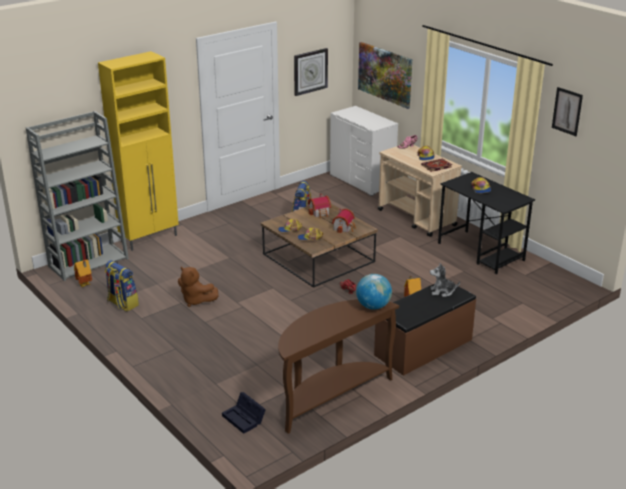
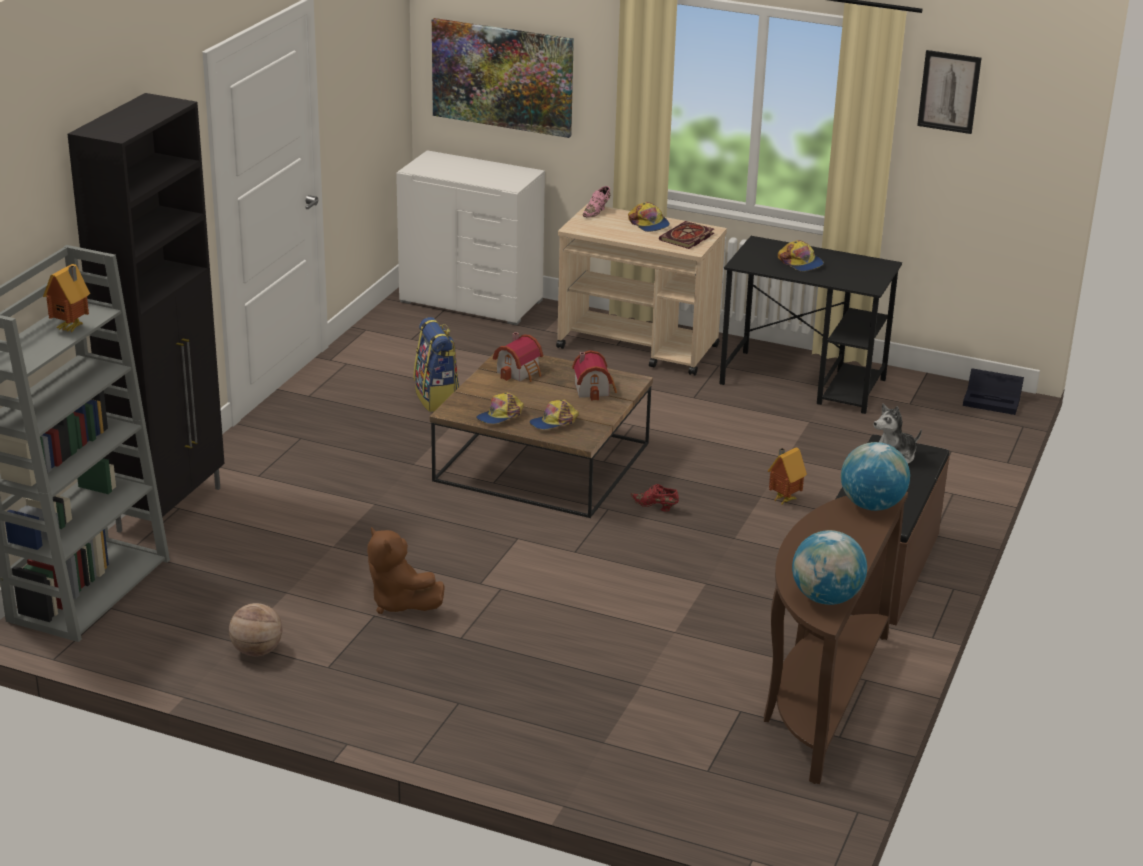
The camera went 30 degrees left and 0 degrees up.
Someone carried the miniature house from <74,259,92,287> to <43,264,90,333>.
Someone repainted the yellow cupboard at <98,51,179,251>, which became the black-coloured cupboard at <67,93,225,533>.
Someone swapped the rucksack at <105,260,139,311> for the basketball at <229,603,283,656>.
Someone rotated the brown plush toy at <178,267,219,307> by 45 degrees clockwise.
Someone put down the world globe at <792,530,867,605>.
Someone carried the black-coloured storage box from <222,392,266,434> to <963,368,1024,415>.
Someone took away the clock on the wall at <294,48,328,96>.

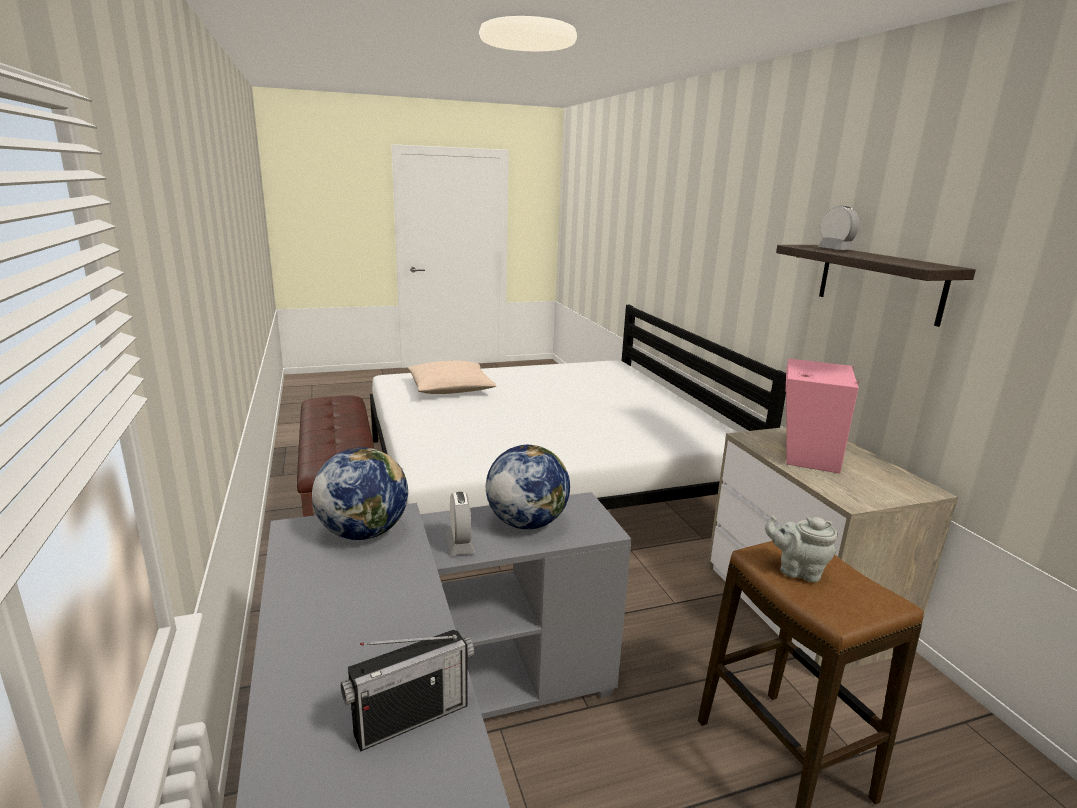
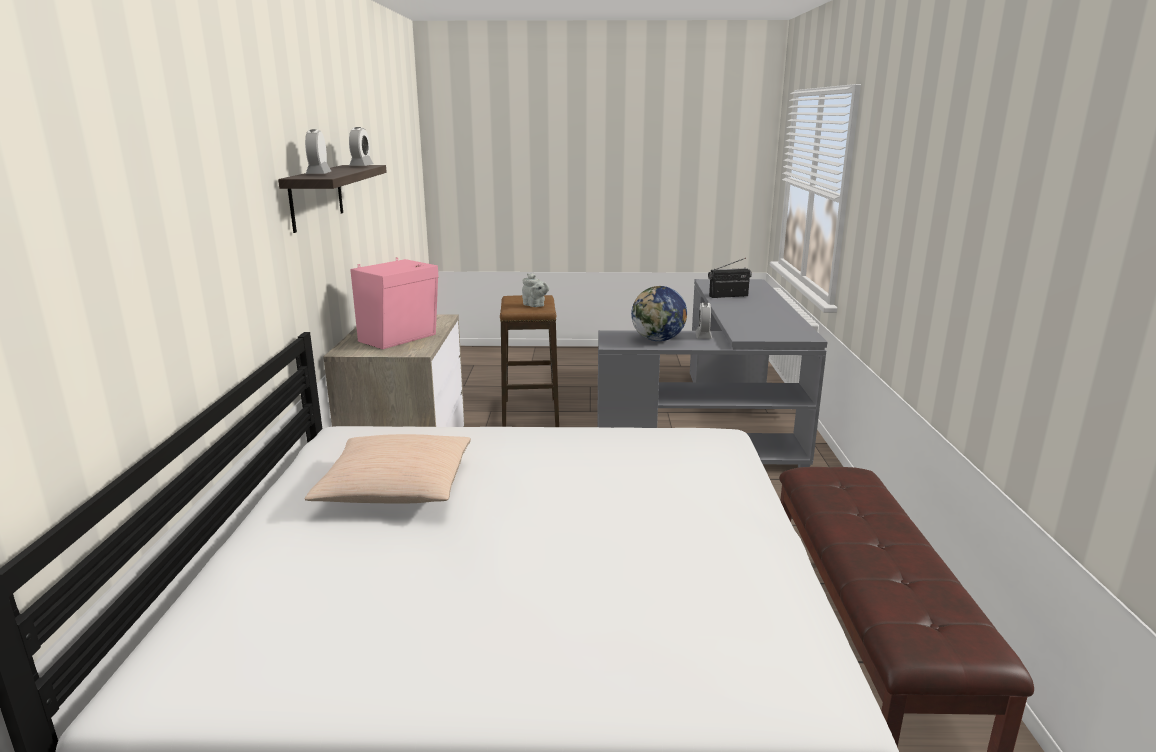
The camera went 160 degrees left and 0 degrees up.
Someone carried the beige pillow from <408,361,496,394> to <304,434,471,504>.
Someone put down the alarm clock at <349,127,373,166>.
Someone took away the world globe at <312,447,408,540>.

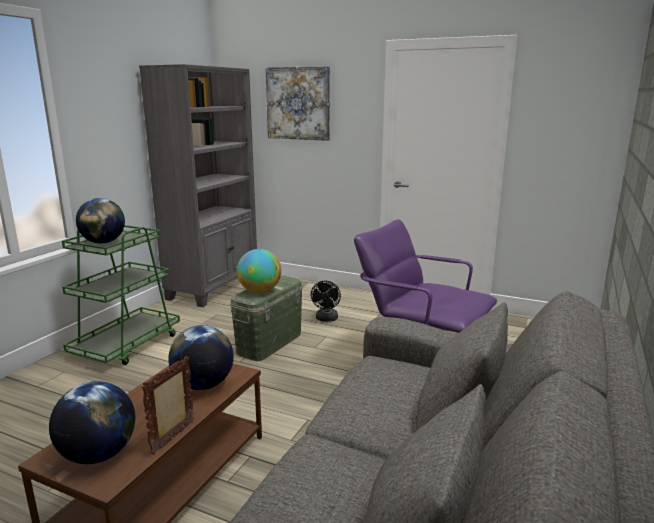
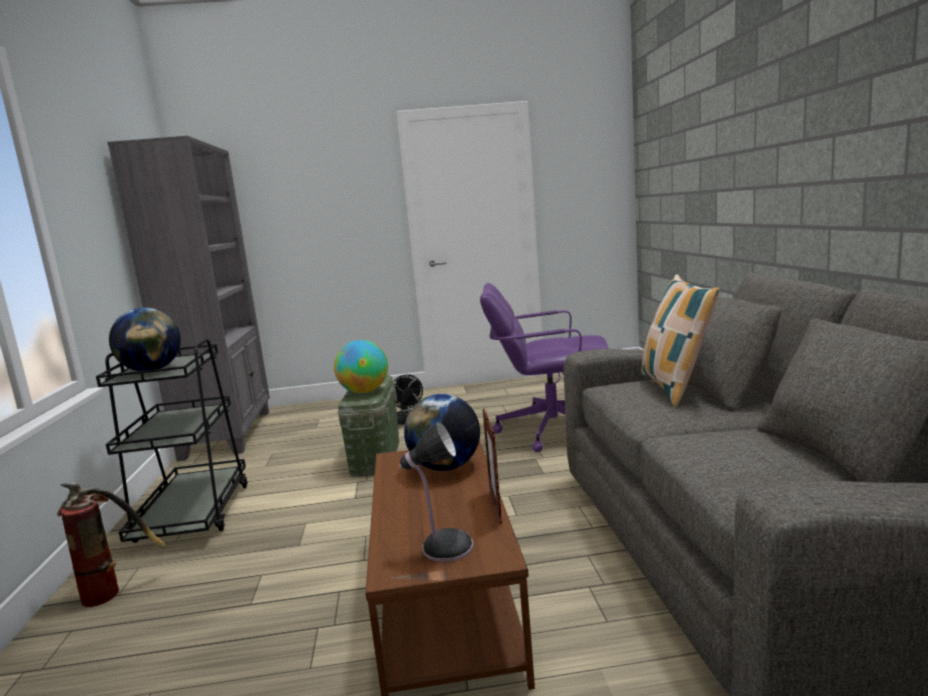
The camera went 30 degrees left and 5 degrees down.
Someone put down the fire-fighting cylinder at <57,483,166,607>.
Someone repainted the green cart at <62,225,180,365>, which became the black-coloured cart at <96,339,248,543>.
Someone swapped the world globe at <49,381,135,464> for the tabletop lamp at <399,422,474,562>.
Someone put down the pillow at <641,275,720,406>.
Someone took away the picture at <266,66,330,141>.

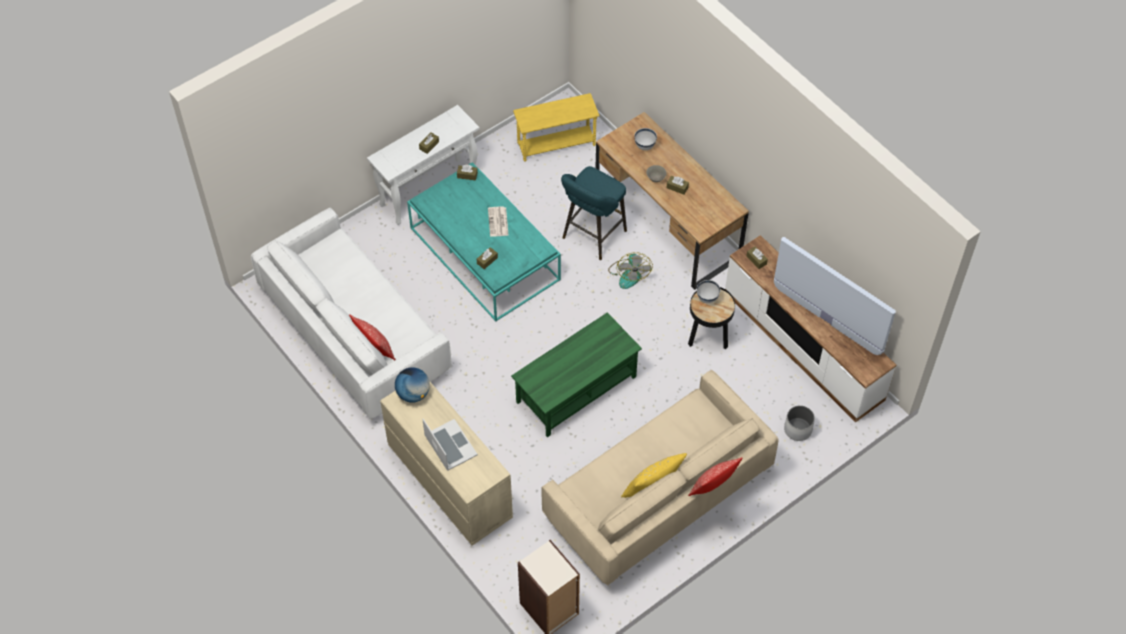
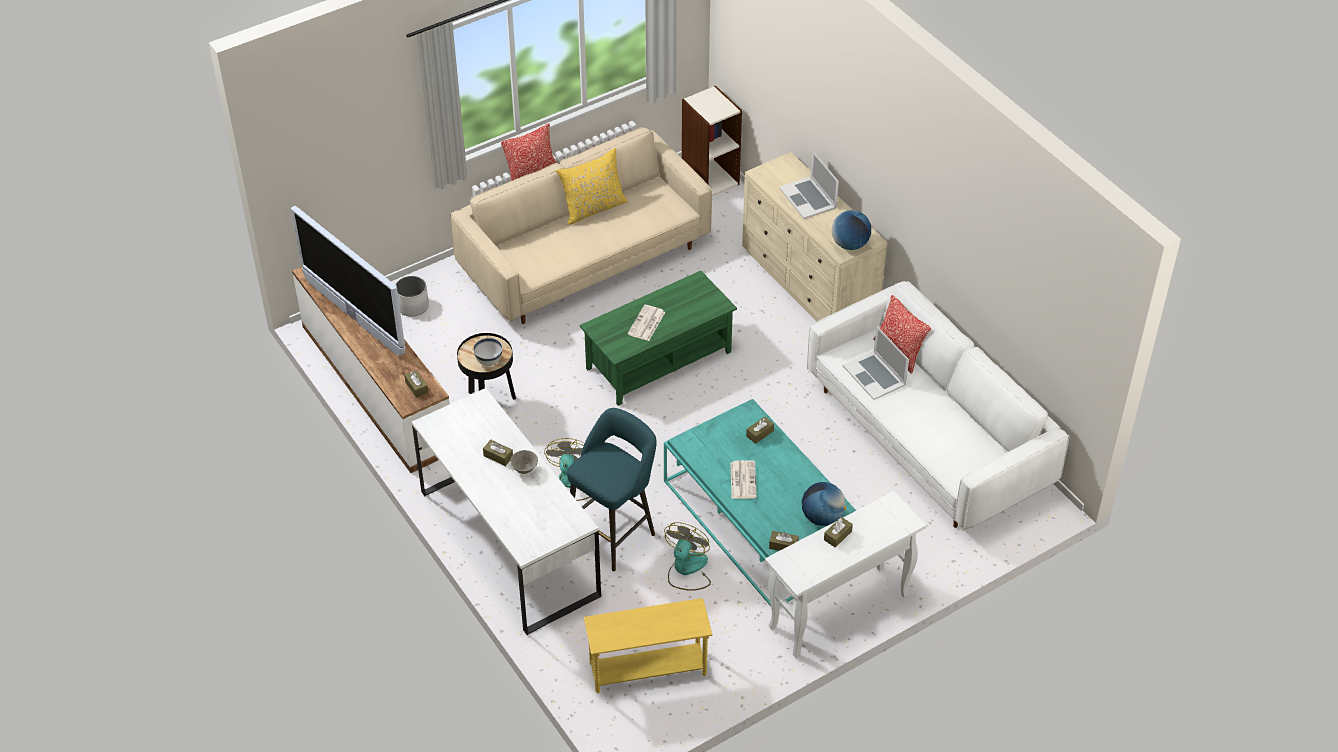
The camera went 175 degrees left and 10 degrees down.
Someone repainted the brown desk unit at <595,112,749,290>, which became the white desk unit at <412,388,601,635>.
Someone put down the newspaper at <628,305,665,341>.
Someone put down the cooling fan at <664,522,711,591>.
Someone put down the world globe at <802,482,846,526>.
Someone put down the laptop at <843,326,909,400>.
Someone took away the white bowl at <634,128,657,150>.

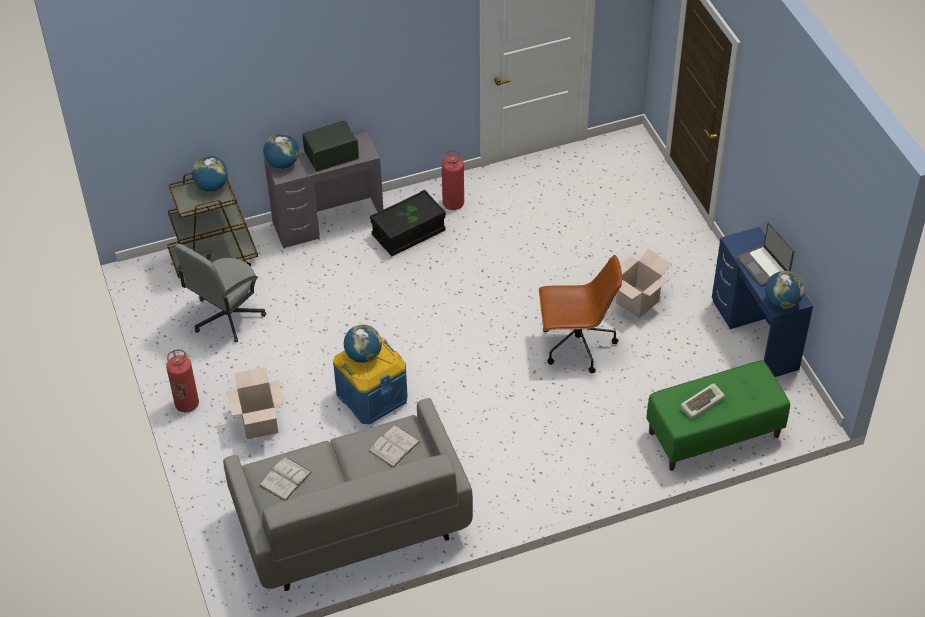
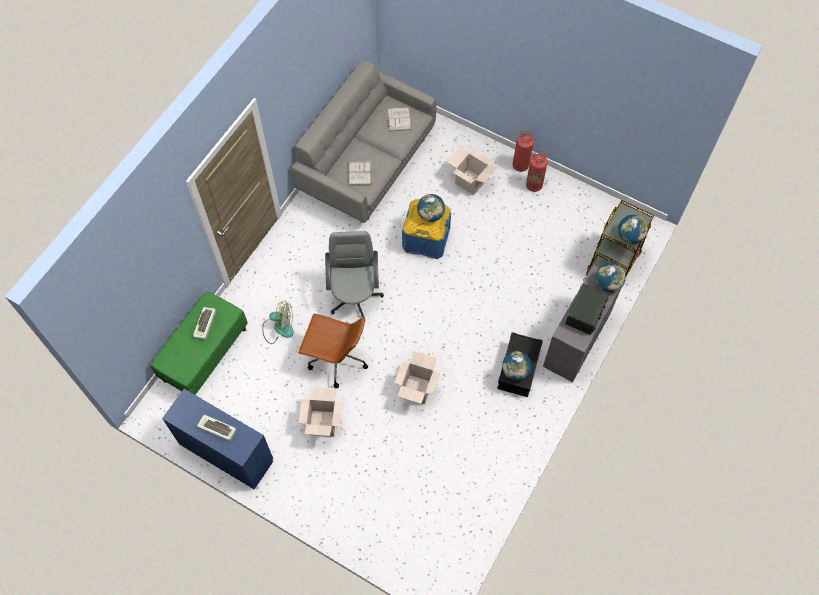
The camera went 140 degrees right and 15 degrees up.
Someone swapped the laptop at <737,222,795,287> for the PC keyboard at <197,415,236,442>.
Someone put down the cooling fan at <262,300,294,344>.
Someone rotated the brown computer chair at <539,255,622,373> by 120 degrees counterclockwise.
Someone carried the greyish computer chair from <175,244,266,342> to <325,231,384,319>.
Someone put down the cardboard box at <394,351,440,404>.
Someone carried the world globe from <765,271,804,309> to <502,351,532,381>.
Someone carried the fire-fighting cylinder from <442,150,464,210> to <526,150,548,192>.

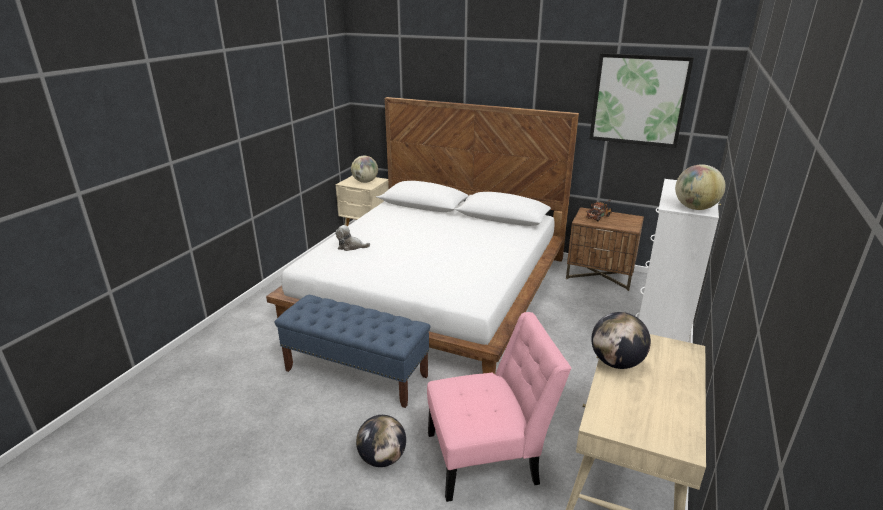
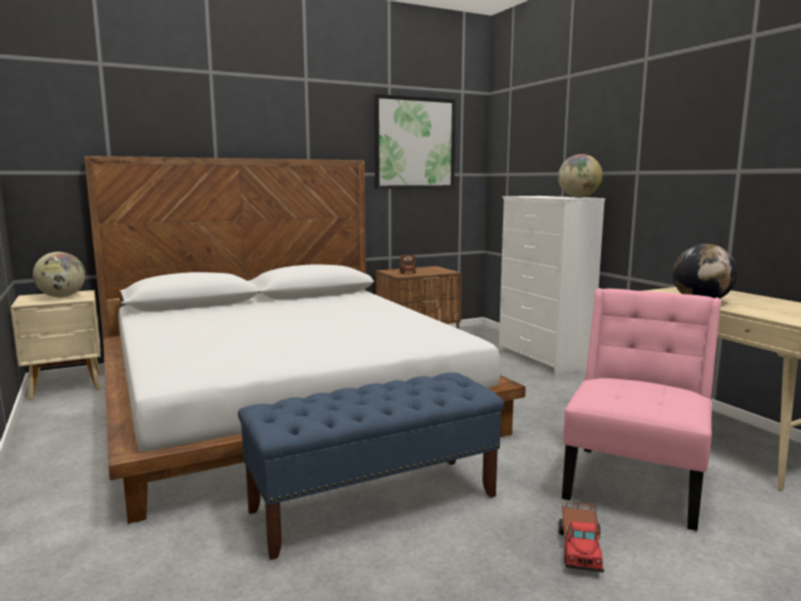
The camera went 50 degrees left and 15 degrees down.
Someone swapped the world globe at <356,415,406,467> for the toy lorry at <559,501,604,573>.
Someone took away the plush toy at <335,225,370,251>.

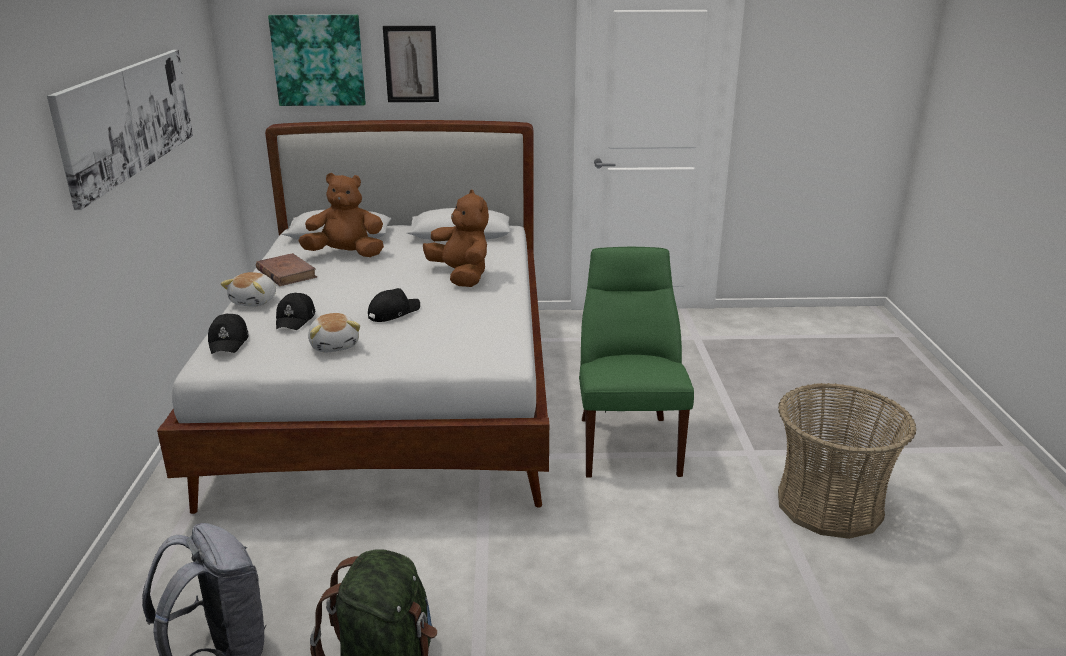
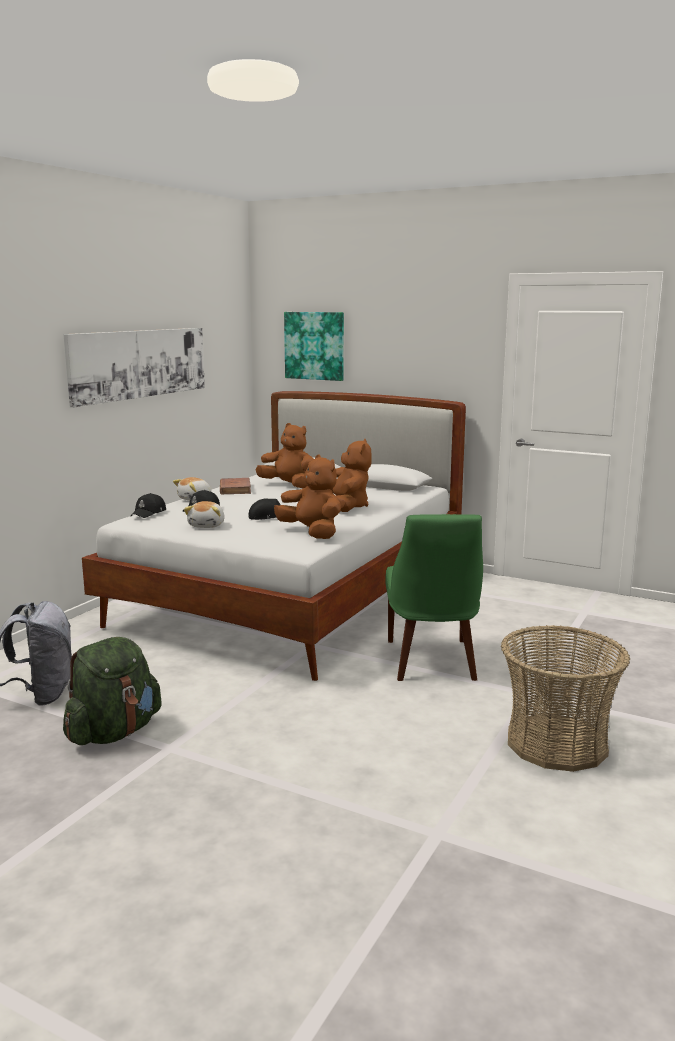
The camera went 30 degrees right and 10 degrees down.
Someone put down the brown plush toy at <274,454,341,539>.
Someone rotated the green plain chair at <579,247,694,478> by 150 degrees clockwise.
Someone took away the picture at <383,26,439,102>.

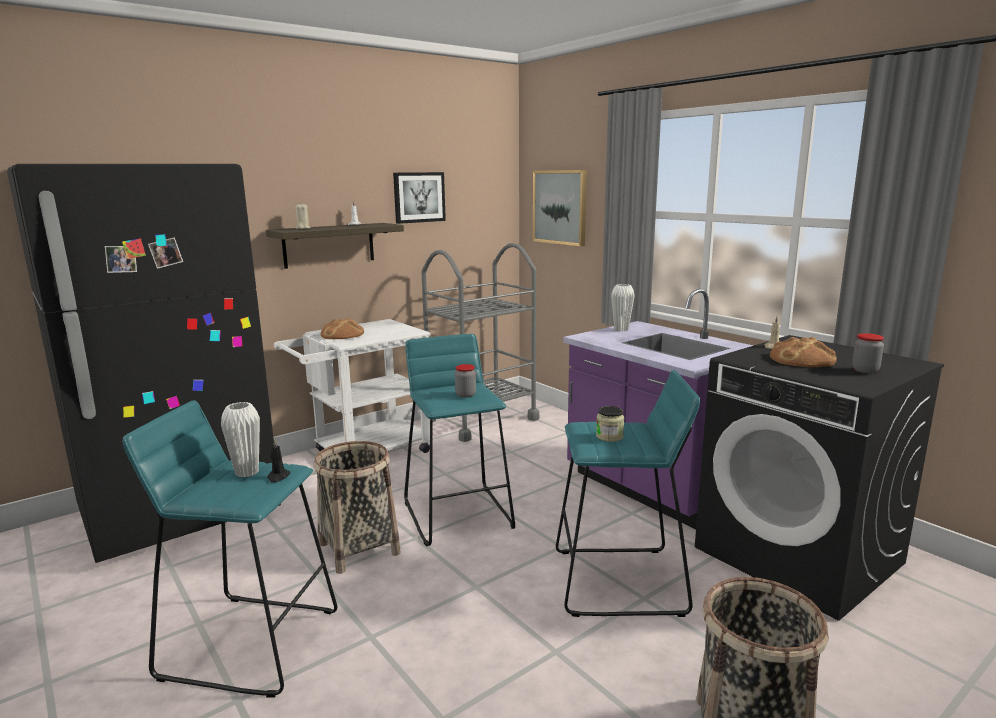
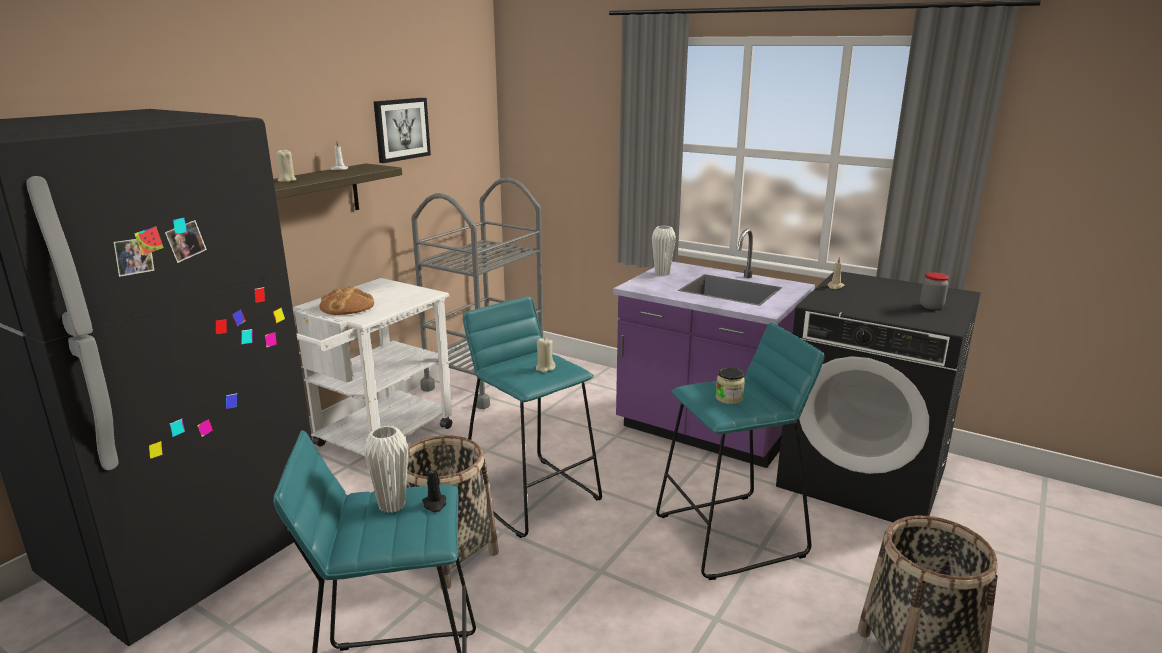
The camera went 20 degrees left and 5 degrees up.
Someone swapped the jar at <455,364,476,398> for the beige candle at <536,337,555,373>.
Someone took away the picture at <533,170,587,246>.
Someone took away the bread at <770,337,837,367>.

